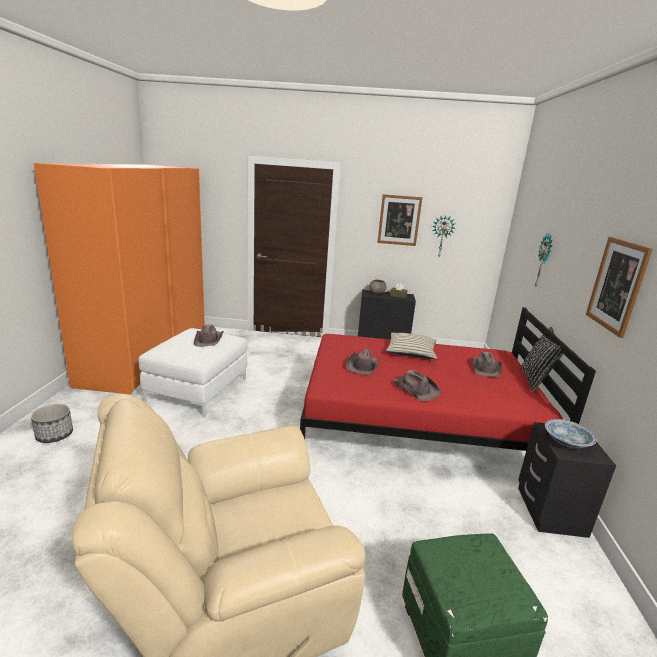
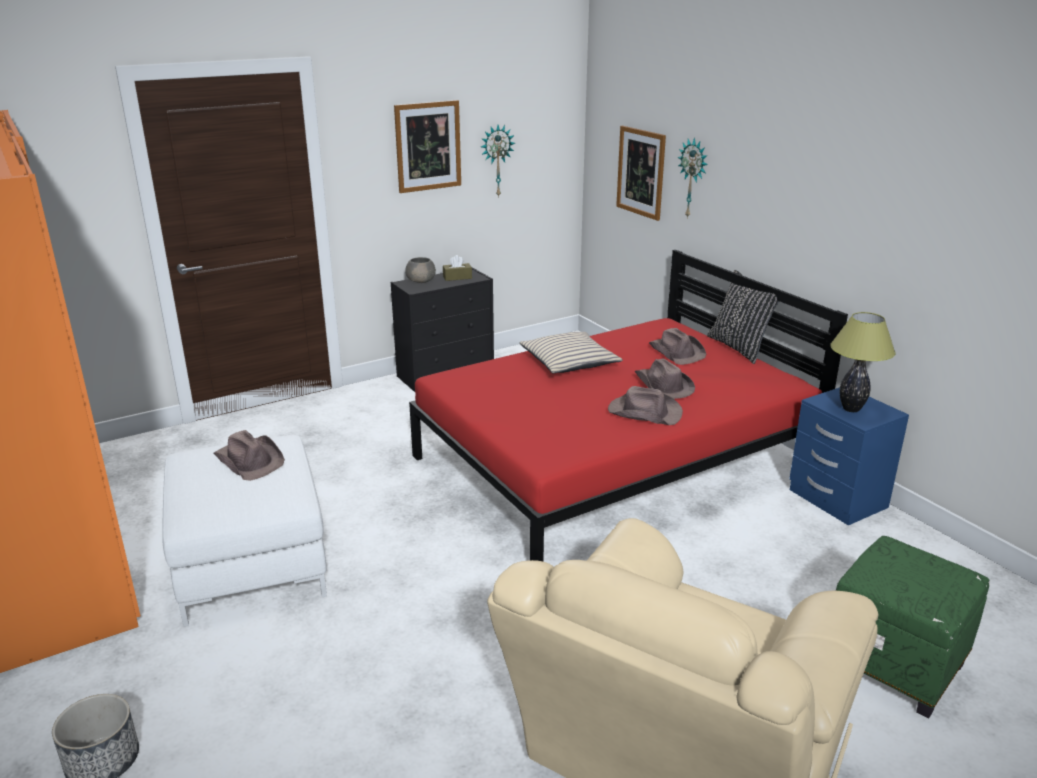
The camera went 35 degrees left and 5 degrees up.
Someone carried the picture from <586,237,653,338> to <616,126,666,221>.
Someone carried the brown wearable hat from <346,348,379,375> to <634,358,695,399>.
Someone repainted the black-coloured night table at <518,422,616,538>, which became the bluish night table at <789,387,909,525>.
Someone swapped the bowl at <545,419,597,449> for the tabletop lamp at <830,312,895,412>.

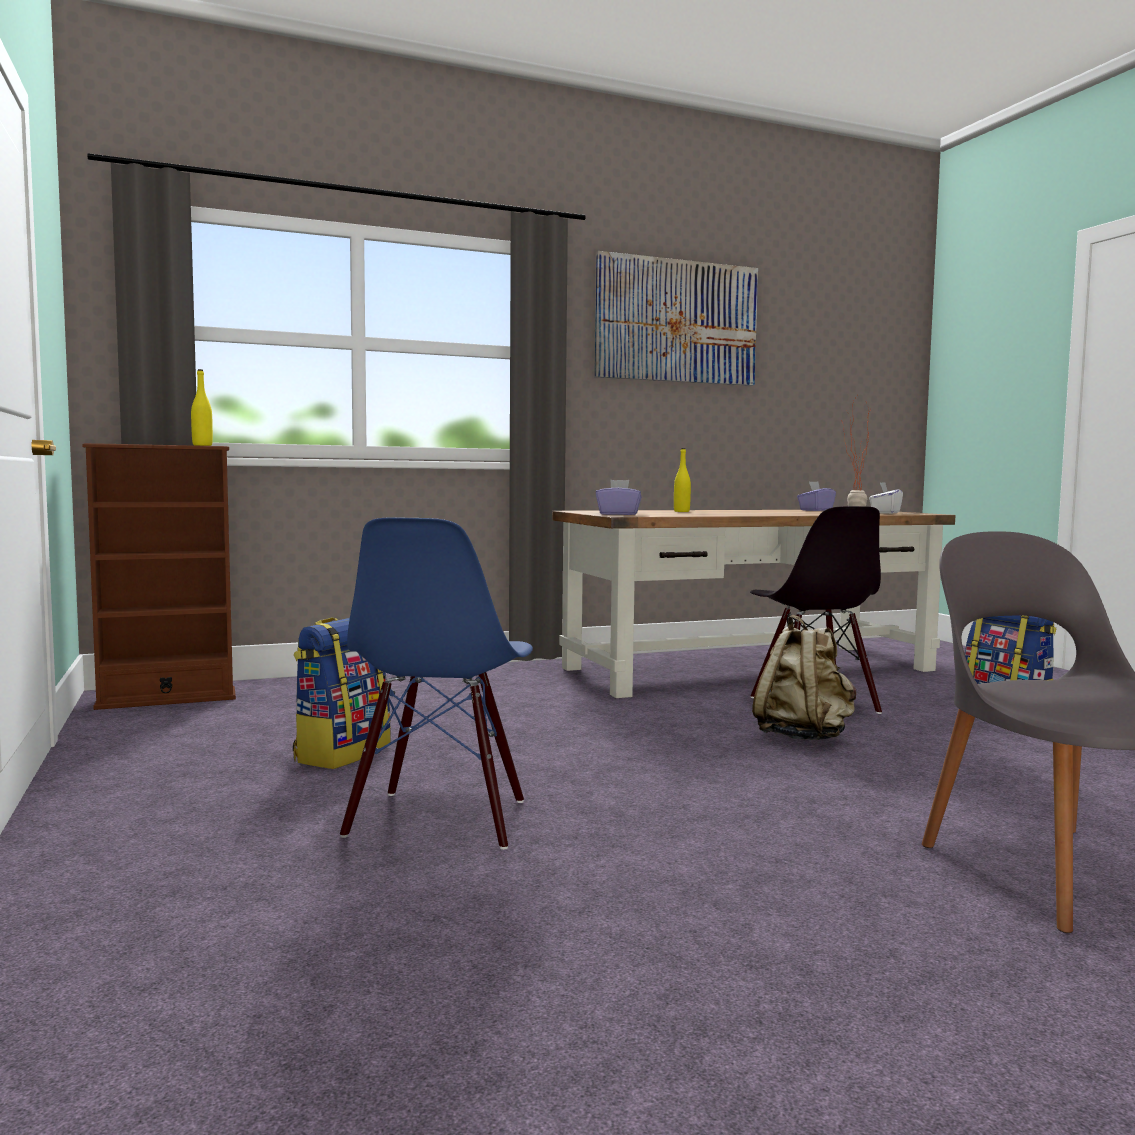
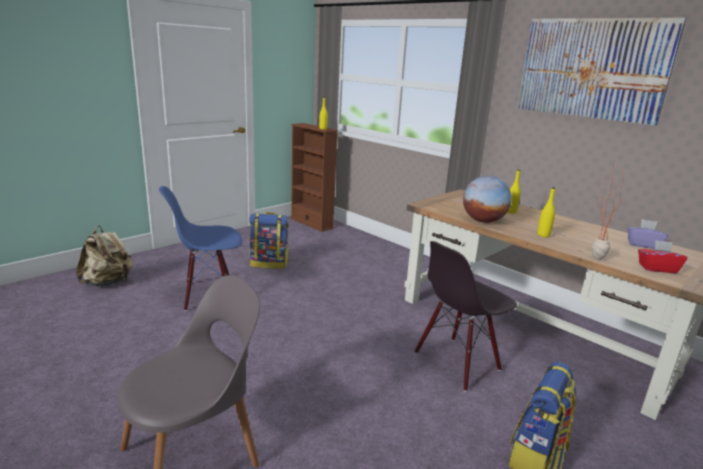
The camera went 65 degrees right and 15 degrees up.
Someone carried the beige rucksack from <752,615,856,740> to <76,226,134,286>.
Someone put down the world globe at <463,176,512,223>.
Someone put down the yellow bottle at <537,187,555,237>.
Someone repainted the white tissue holder at <869,482,903,514>, which became the red tissue holder at <638,240,687,273>.
Someone took away the purplish tissue holder at <596,480,642,515>.

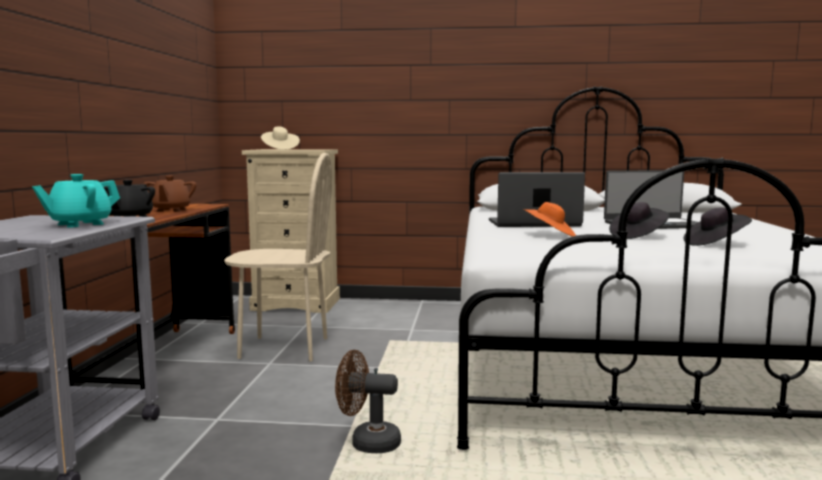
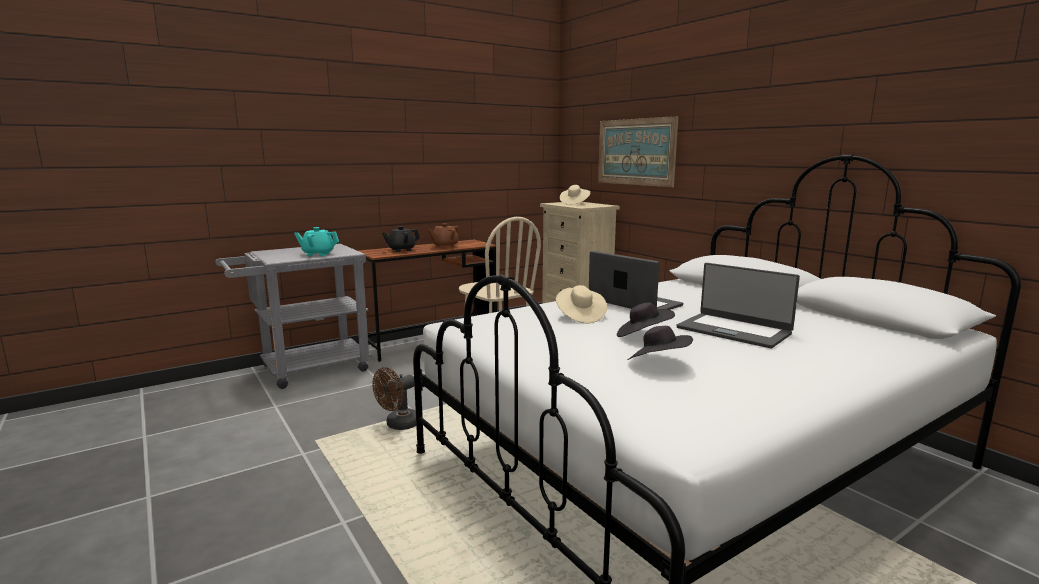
The camera went 50 degrees right and 5 degrees up.
Someone rotated the brown cooling fan at <335,350,401,453> by 105 degrees counterclockwise.
Someone repainted the orange wearable hat at <523,202,576,237>, which became the beige wearable hat at <556,285,607,323>.
Someone put up the picture at <598,116,678,187>.

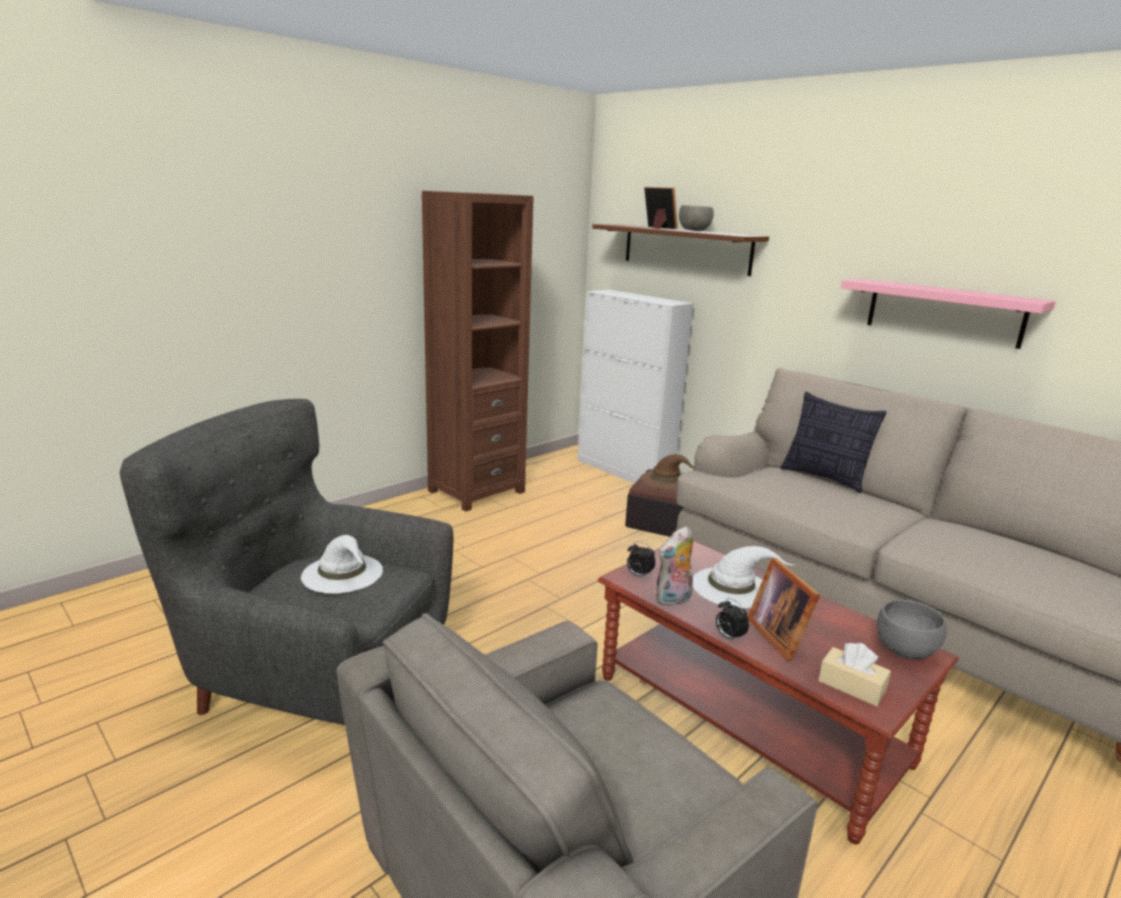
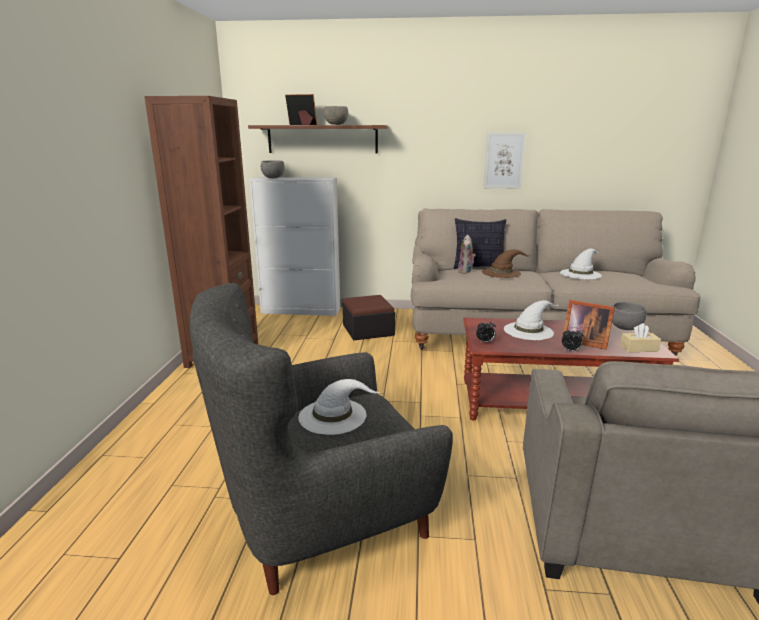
The camera went 40 degrees left and 0 degrees up.
Someone put down the greyish bowl at <261,160,285,178>.
Someone carried the plush toy from <655,526,693,606> to <458,235,476,274>.
Someone carried the brown wearable hat from <640,454,694,490> to <482,249,532,278>.
Someone swapped the pink-coloured wall shelf at <841,279,1056,349> for the picture at <484,133,526,189>.
Someone put down the white wearable hat at <560,249,602,279>.

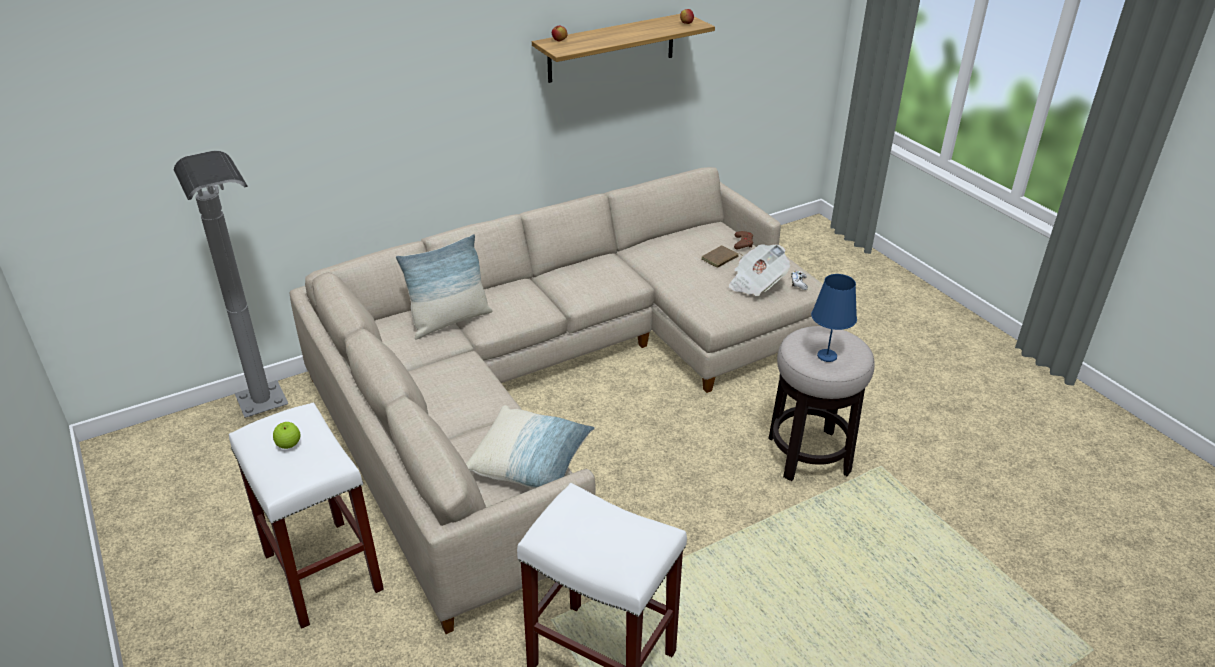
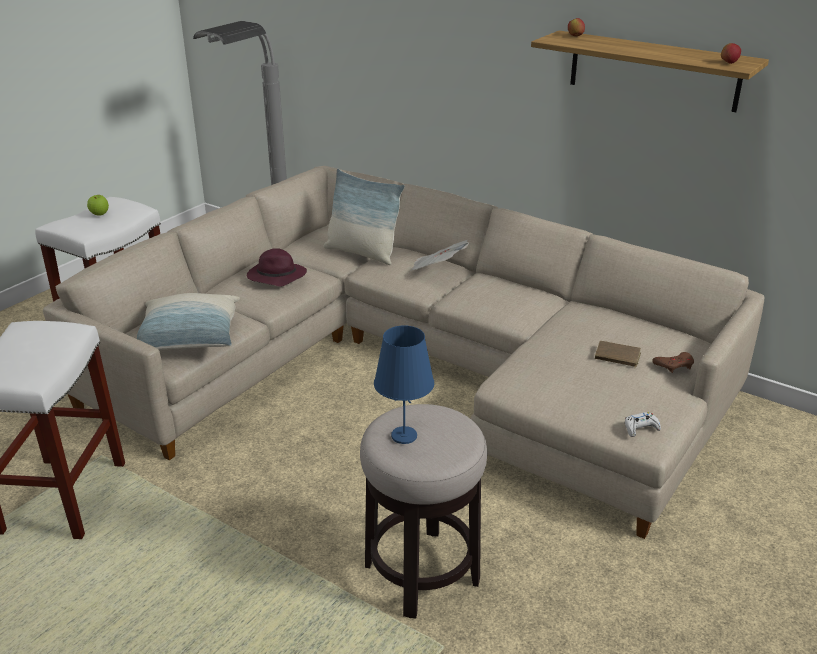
The camera went 65 degrees right and 5 degrees down.
Someone put down the purplish wearable hat at <247,248,307,287>.
Someone carried the newspaper from <728,244,790,296> to <410,240,469,271>.

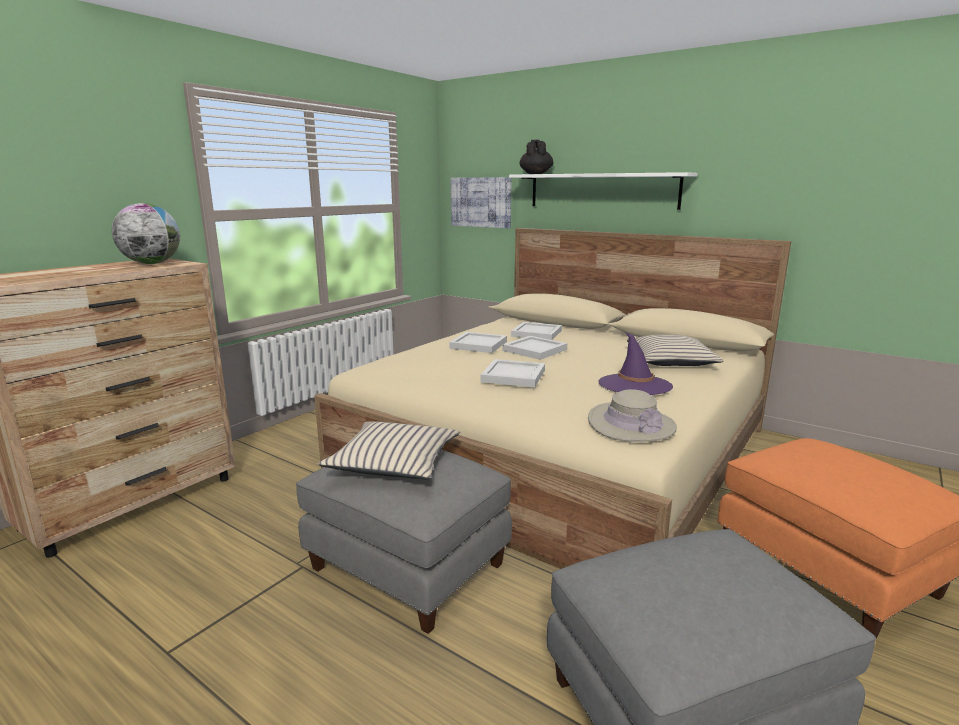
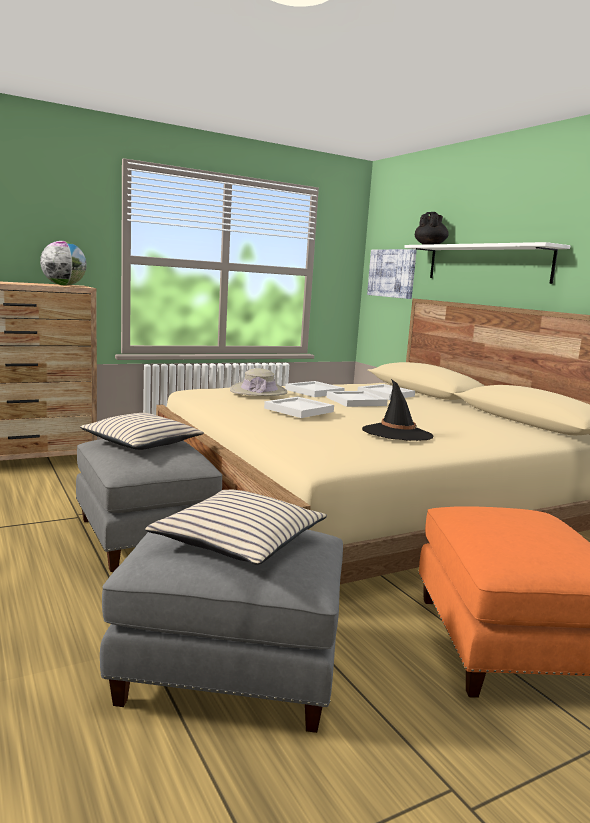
The camera went 25 degrees right and 5 degrees down.
Someone carried the beige pillow from <627,335,723,366> to <145,489,327,565>.
Someone carried the beige wearable hat from <588,389,677,442> to <230,368,288,396>.
Someone repainted the purplish wearable hat at <598,332,673,395>, which became the black-coloured wearable hat at <362,379,434,441>.

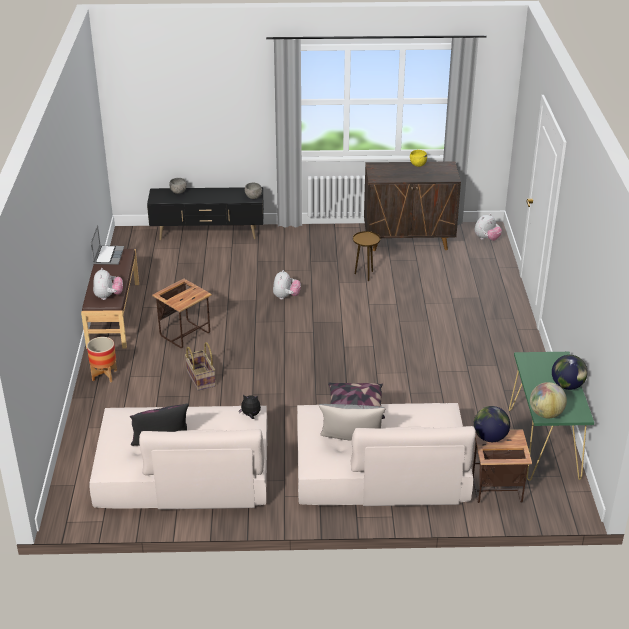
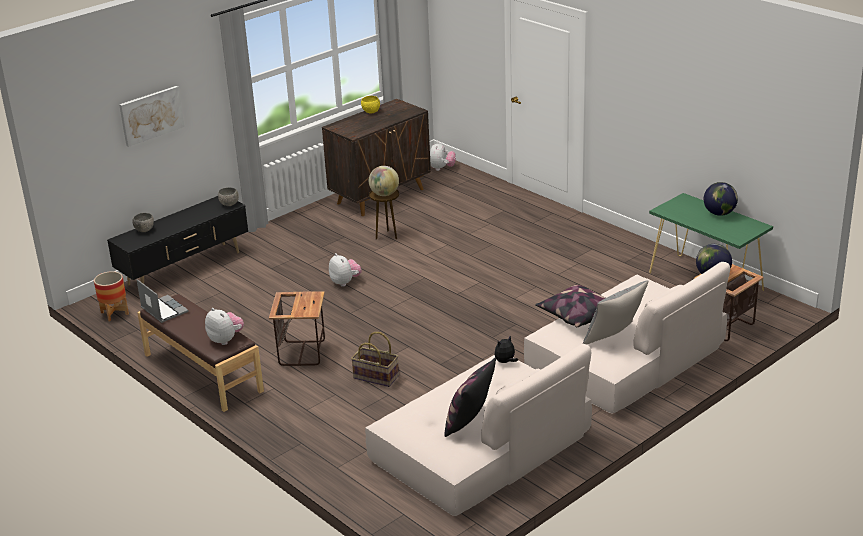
The camera went 40 degrees left and 5 degrees down.
Someone carried the planter from <87,337,117,382> to <94,271,129,321>.
Someone put up the picture at <119,86,184,147>.
Someone carried the world globe from <530,382,567,418> to <369,166,399,196>.

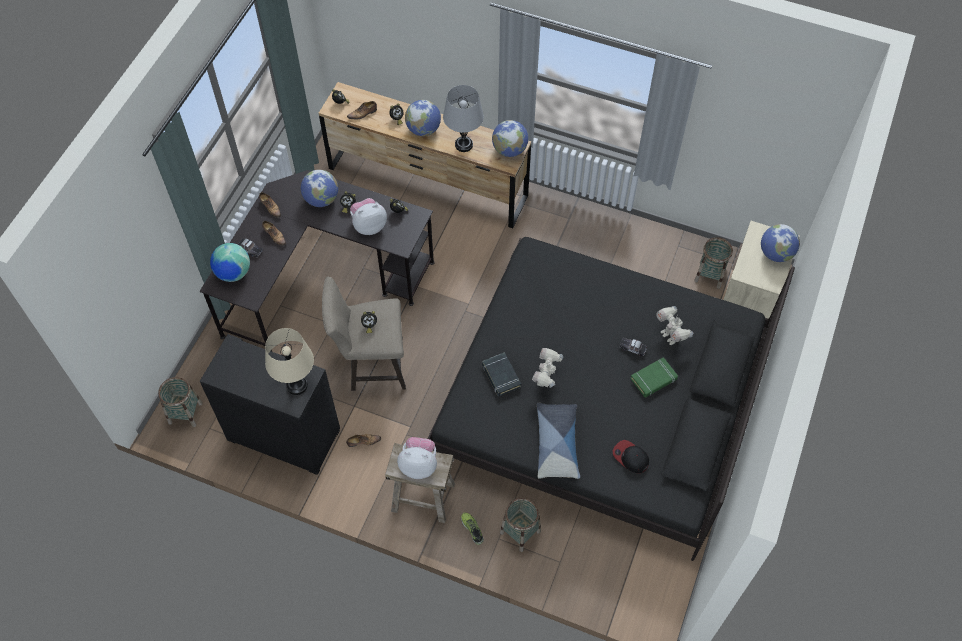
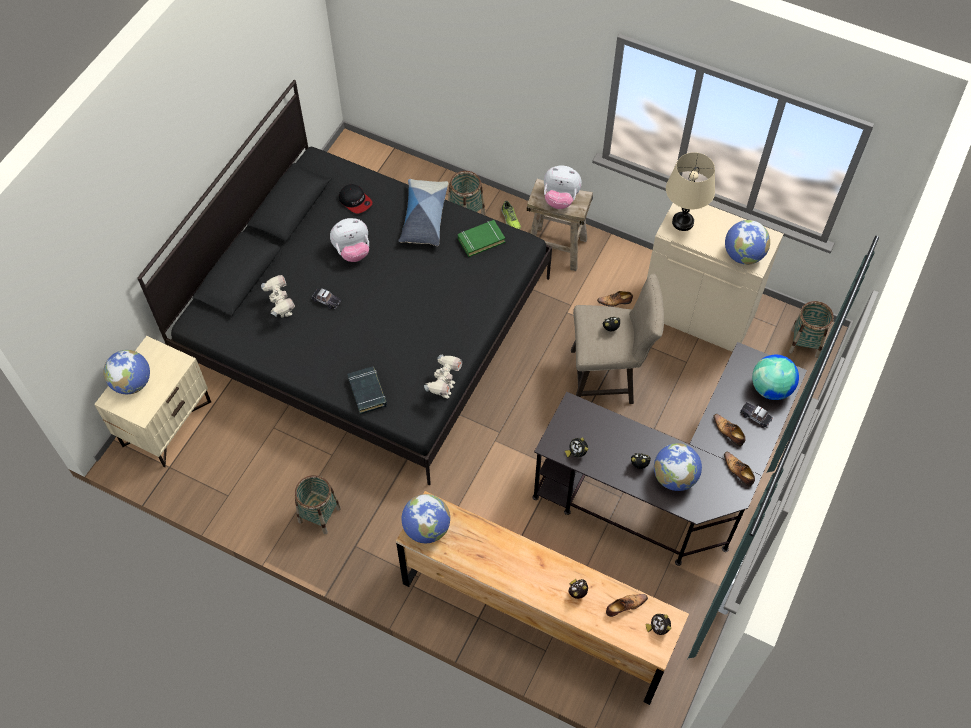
The camera went 175 degrees left and 0 degrees up.
Someone carried the household basket from <694,237,733,289> to <295,475,341,534>.
Someone carried the plush toy from <350,198,387,235> to <330,218,369,262>.
Someone carried the black-coloured bound book from <482,352,521,396> to <347,366,387,414>.
Someone carried the robot figure from <532,348,563,388> to <424,355,462,399>.
Someone carried the green bound book from <630,357,678,398> to <458,220,505,257>.
Someone repainted the black-coloured cupboard at <200,334,340,475>, which became the beige cupboard at <647,203,783,352>.
Someone carried the world globe from <405,100,441,136> to <725,220,770,265>.
Someone took away the greyish tabletop lamp at <443,85,484,152>.

